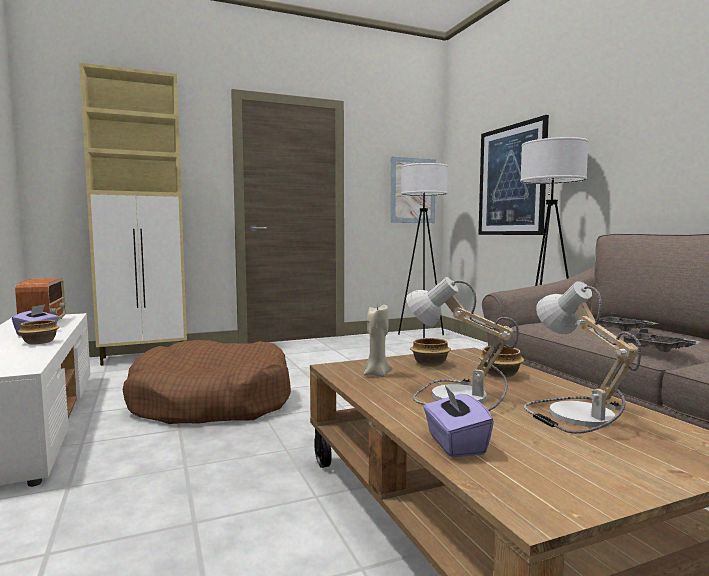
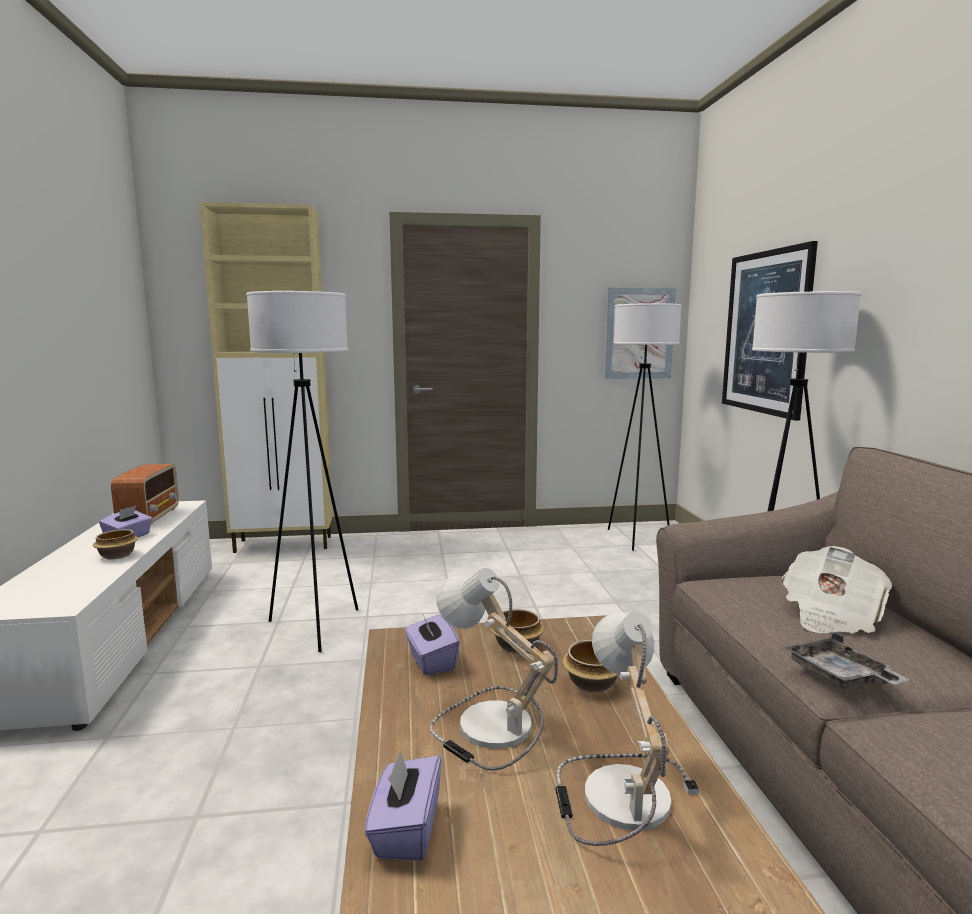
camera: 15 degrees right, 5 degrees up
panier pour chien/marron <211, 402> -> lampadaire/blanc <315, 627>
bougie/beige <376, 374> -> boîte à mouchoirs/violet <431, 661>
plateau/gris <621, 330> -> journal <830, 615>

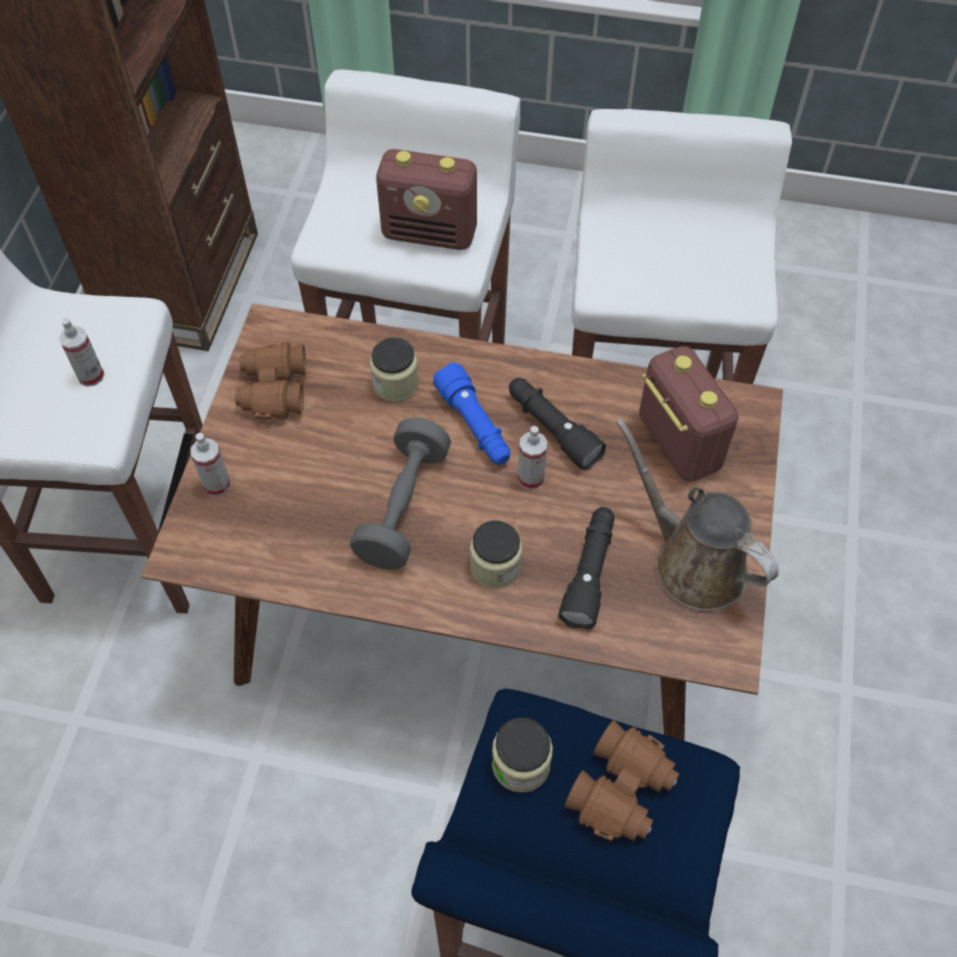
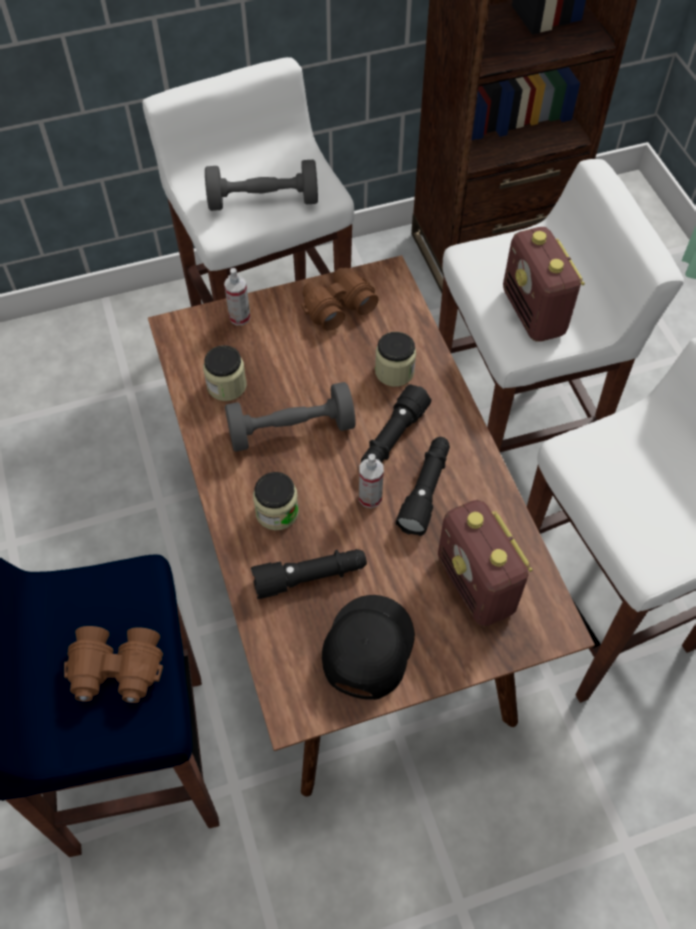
camera: 60 degrees right, 0 degrees up
bocal <521, 764> -> bocal <226, 385>, move
vaporisateur <91, 376> -> haltère/gris <263, 201>
arrosoir/marron <692, 562> -> casquette/noir <366, 647>
lampe de poche/bleu <474, 426> -> lampe de poche/noir <392, 438>
radio <677, 442> -> radio <476, 585>, 120 degrees clockwise

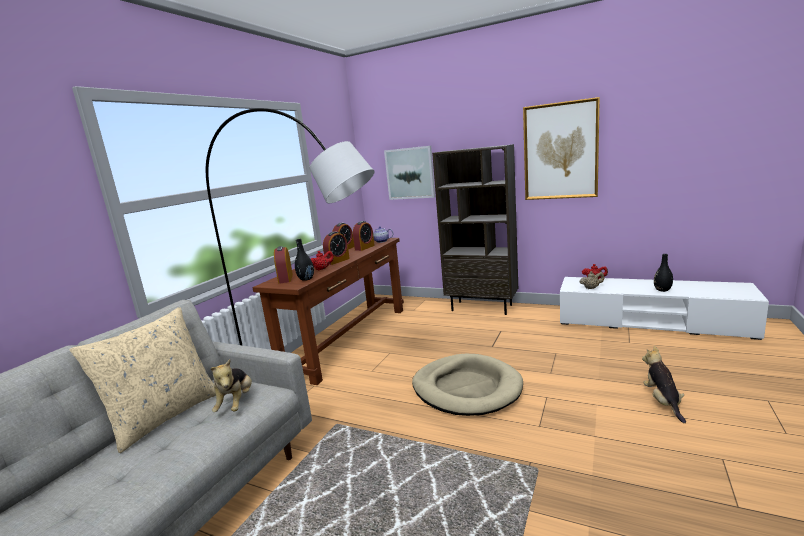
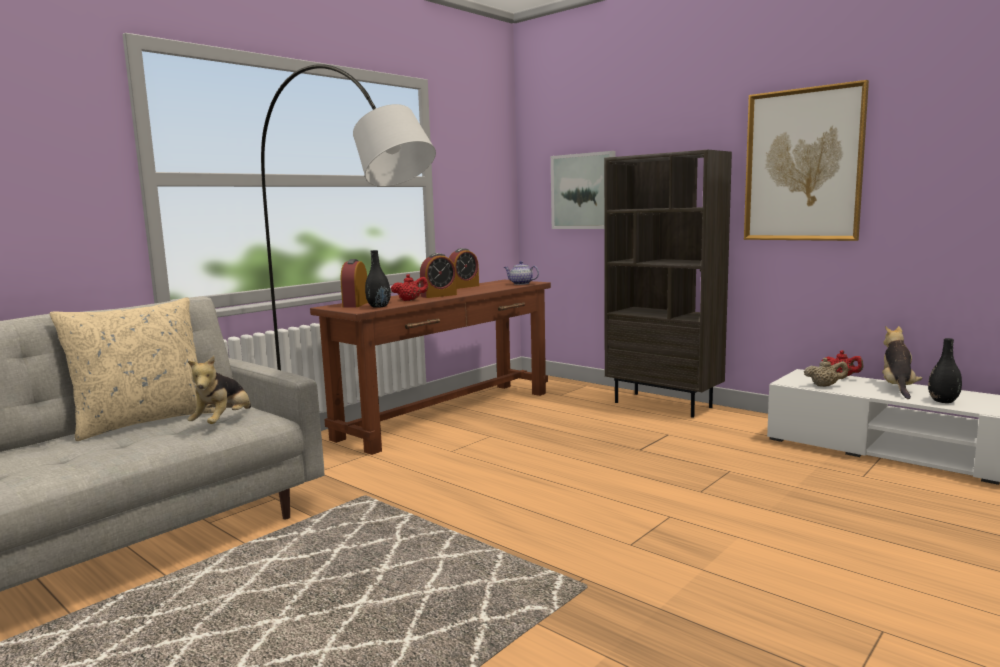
camera: 15 degrees right, 5 degrees down
peluche <663, 402> -> peluche <897, 388>, move
réveil <364, 247> -> none
panier pour chien/beige <466, 388> -> none

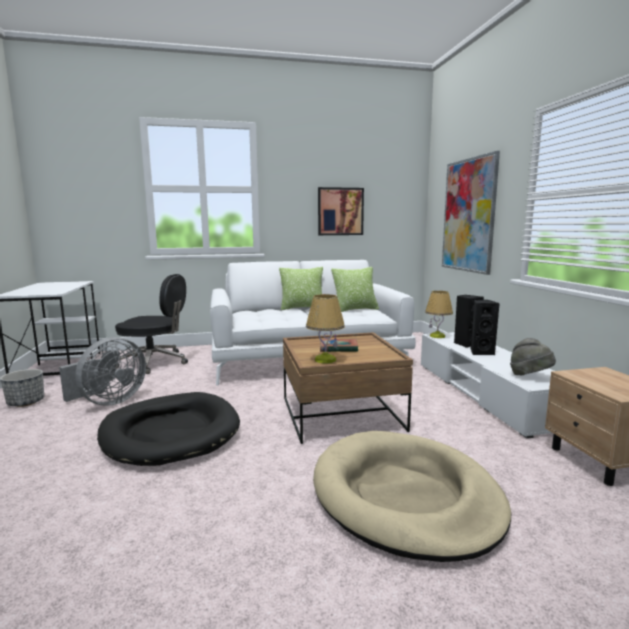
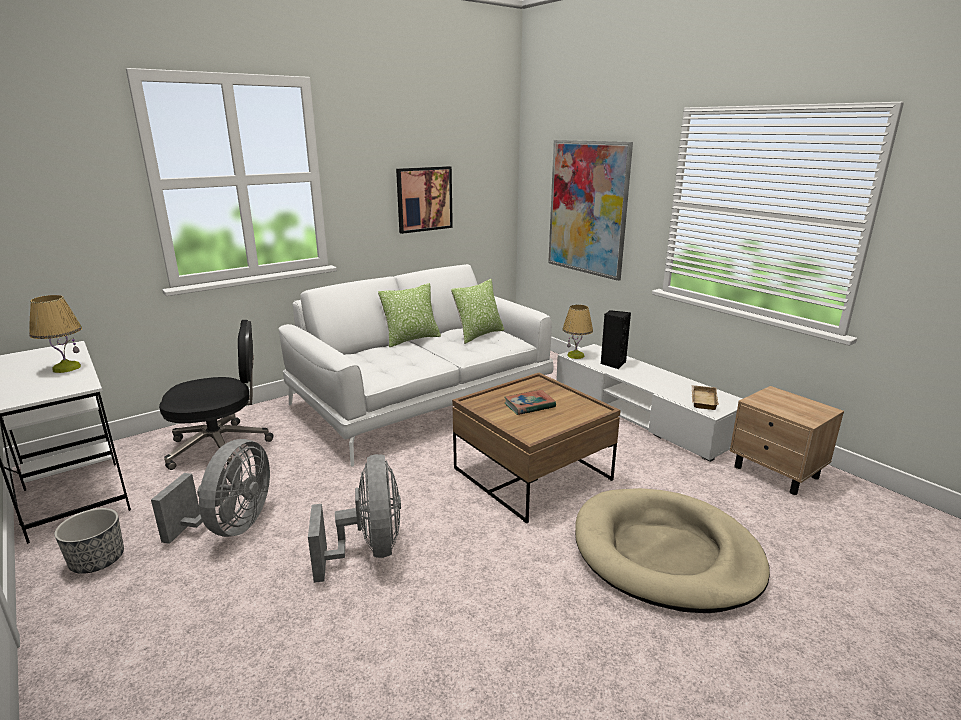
camera: 25 degrees left, 10 degrees up
lampe de table <325, 360> -> lampe de table <66, 368>, move
panier pour chien/noir <170, 433> -> ventilateur/gris <369, 549>
chapeau/gris <530, 376> -> plateau/beige <702, 400>
enceinte/noir <481, 352> -> none

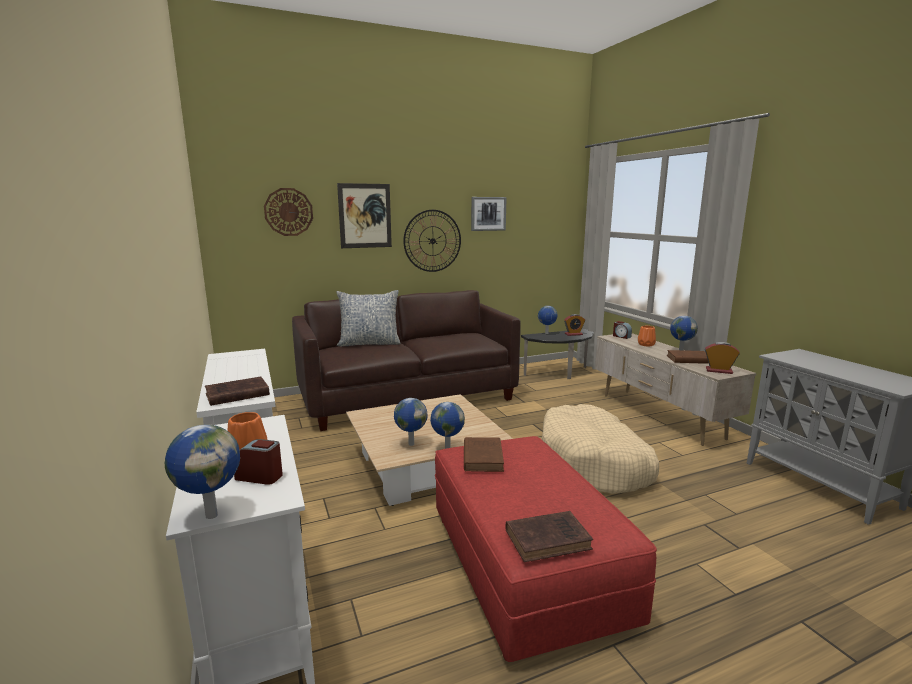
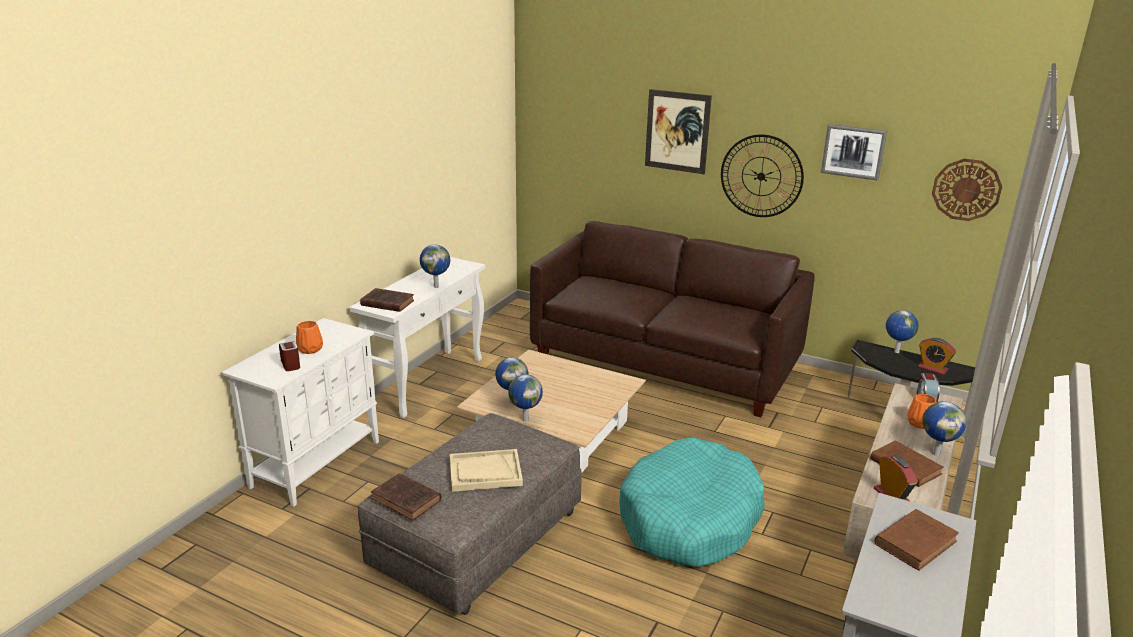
camera: 50 degrees right, 10 degrees up
pouf/rouge <524, 564> -> pouf/gris <477, 536>
globe <211, 515> -> globe <436, 286>, move
none -> plateau/beige <485, 472>
panier pour chien/beige <594, 463> -> panier pour chien/turquoise <689, 519>
livre/marron <482, 457> -> livre/marron <916, 542>, move
horloge murale <288, 212> -> horloge murale <966, 189>, move
coussin <369, 343> -> none

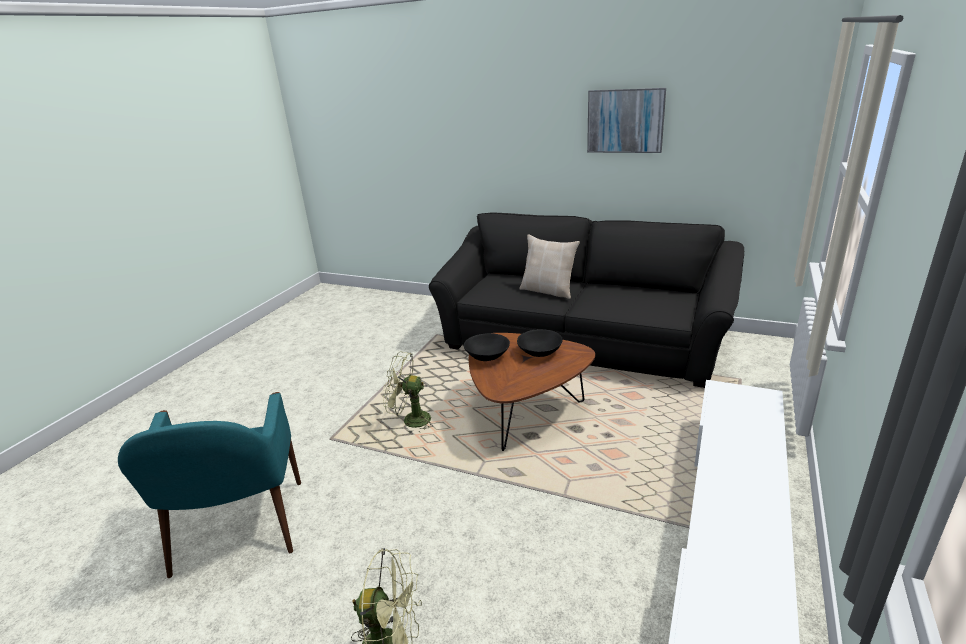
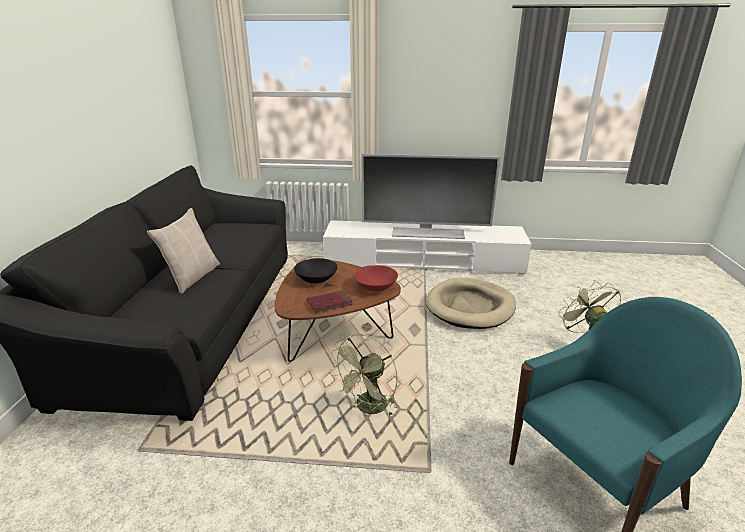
camera: 110 degrees left, 0 degrees up
bol/noir <487, 356> -> livre/rouge <329, 303>
ventilateur/vert <410, 420> -> ventilateur/vert <368, 408>, 45 degrees clockwise
none -> bol/rouge <375, 287>
none -> téléviseur <427, 232>
none -> panier pour chien/beige <470, 306>
tableau <625, 121> -> none

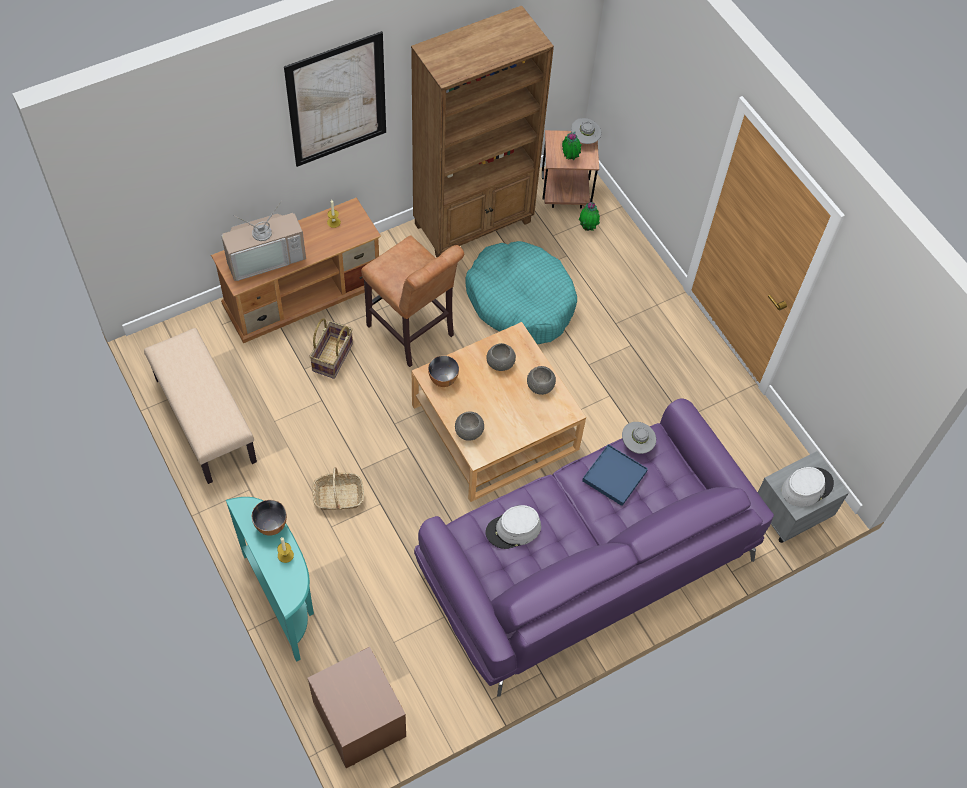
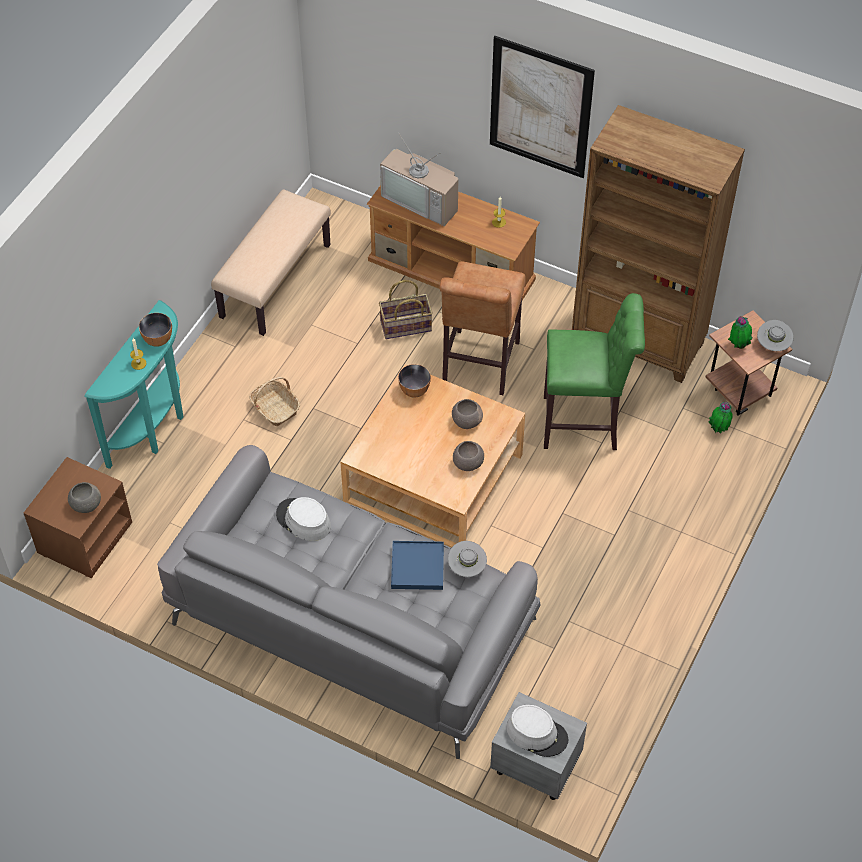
camera: 60 degrees right, 5 degrees down
bol/gris <468, 432> -> bol/gris <85, 504>, move
canapé/violet <585, 562> -> canapé/gris <351, 620>
panier pour chien/turquoise <520, 301> -> tabouret/vert <585, 424>

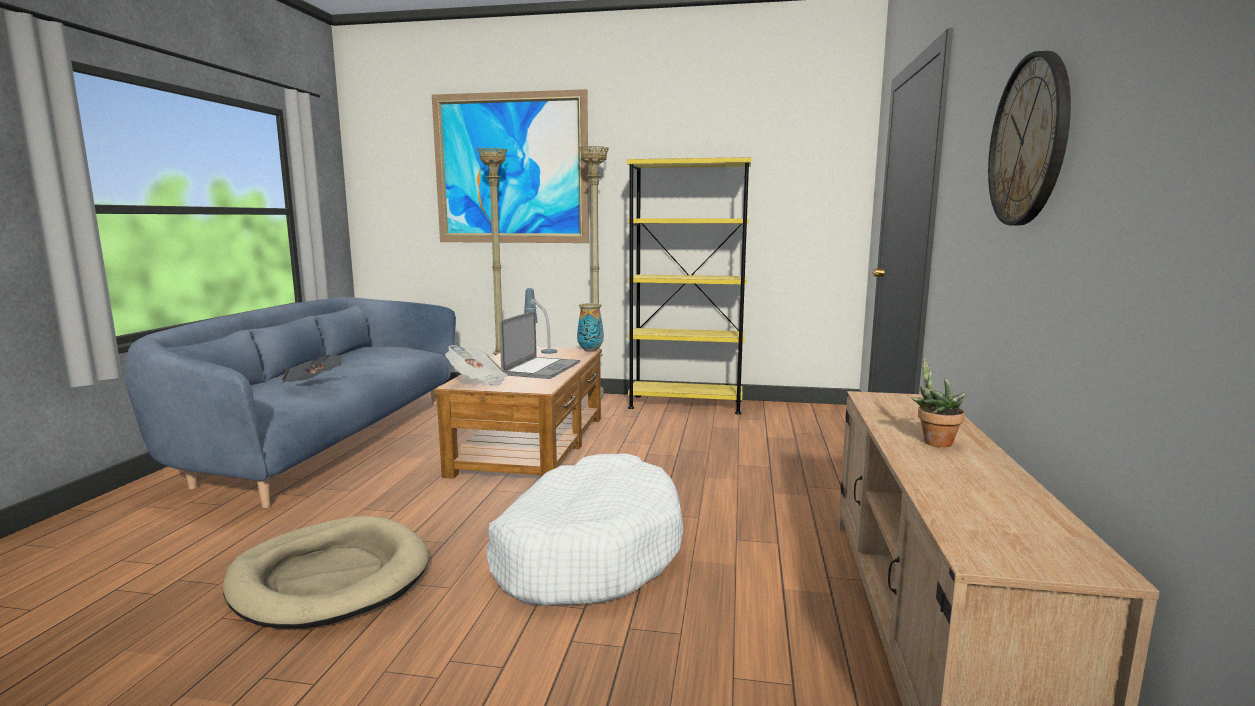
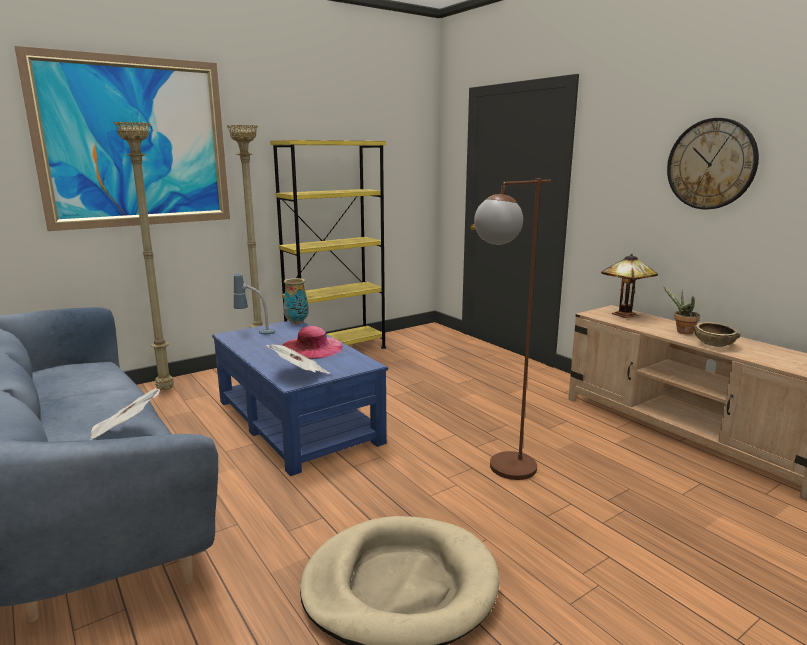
camera: 45 degrees left, 5 degrees up
table basse/marron <532, 444> -> table basse/bleu <297, 420>
ordinateur portable <542, 368> -> chapeau/rose <311, 348>
panier pour chien/blanc <587, 551> -> lampadaire/marron <502, 473>
none -> lampe de table <624, 315>
none -> bol/marron <713, 344>

